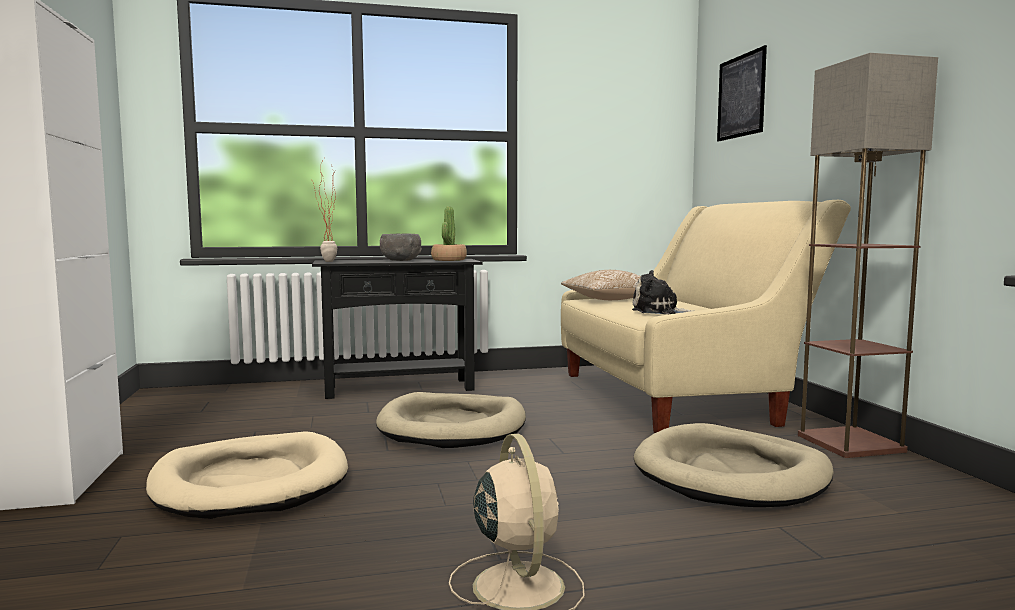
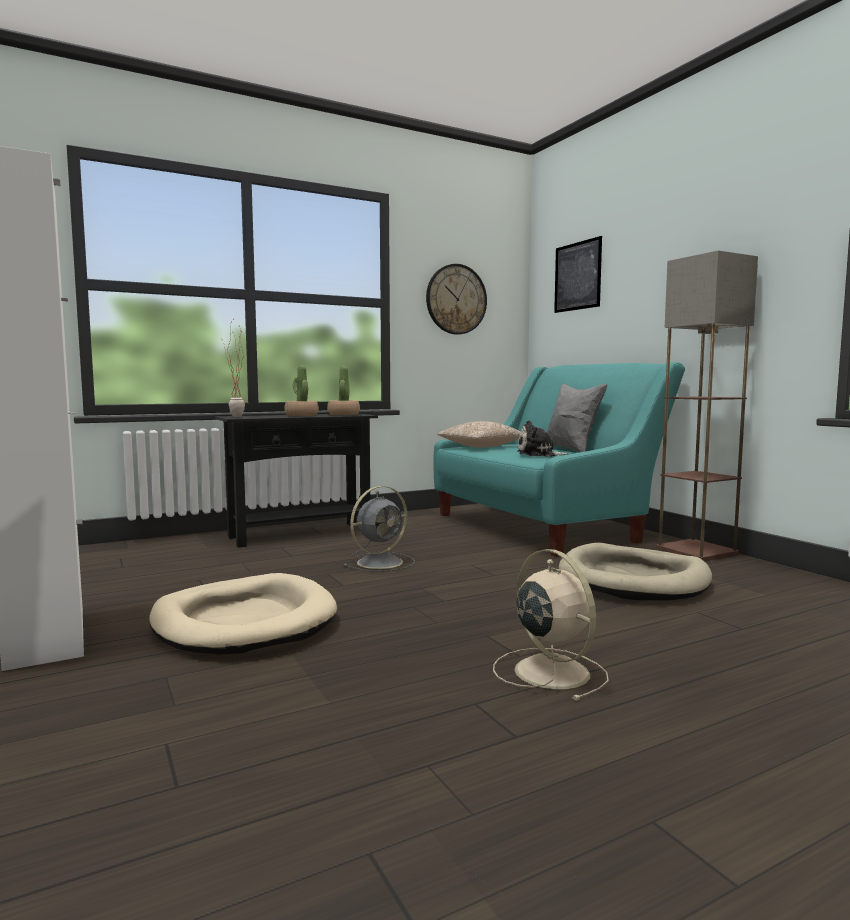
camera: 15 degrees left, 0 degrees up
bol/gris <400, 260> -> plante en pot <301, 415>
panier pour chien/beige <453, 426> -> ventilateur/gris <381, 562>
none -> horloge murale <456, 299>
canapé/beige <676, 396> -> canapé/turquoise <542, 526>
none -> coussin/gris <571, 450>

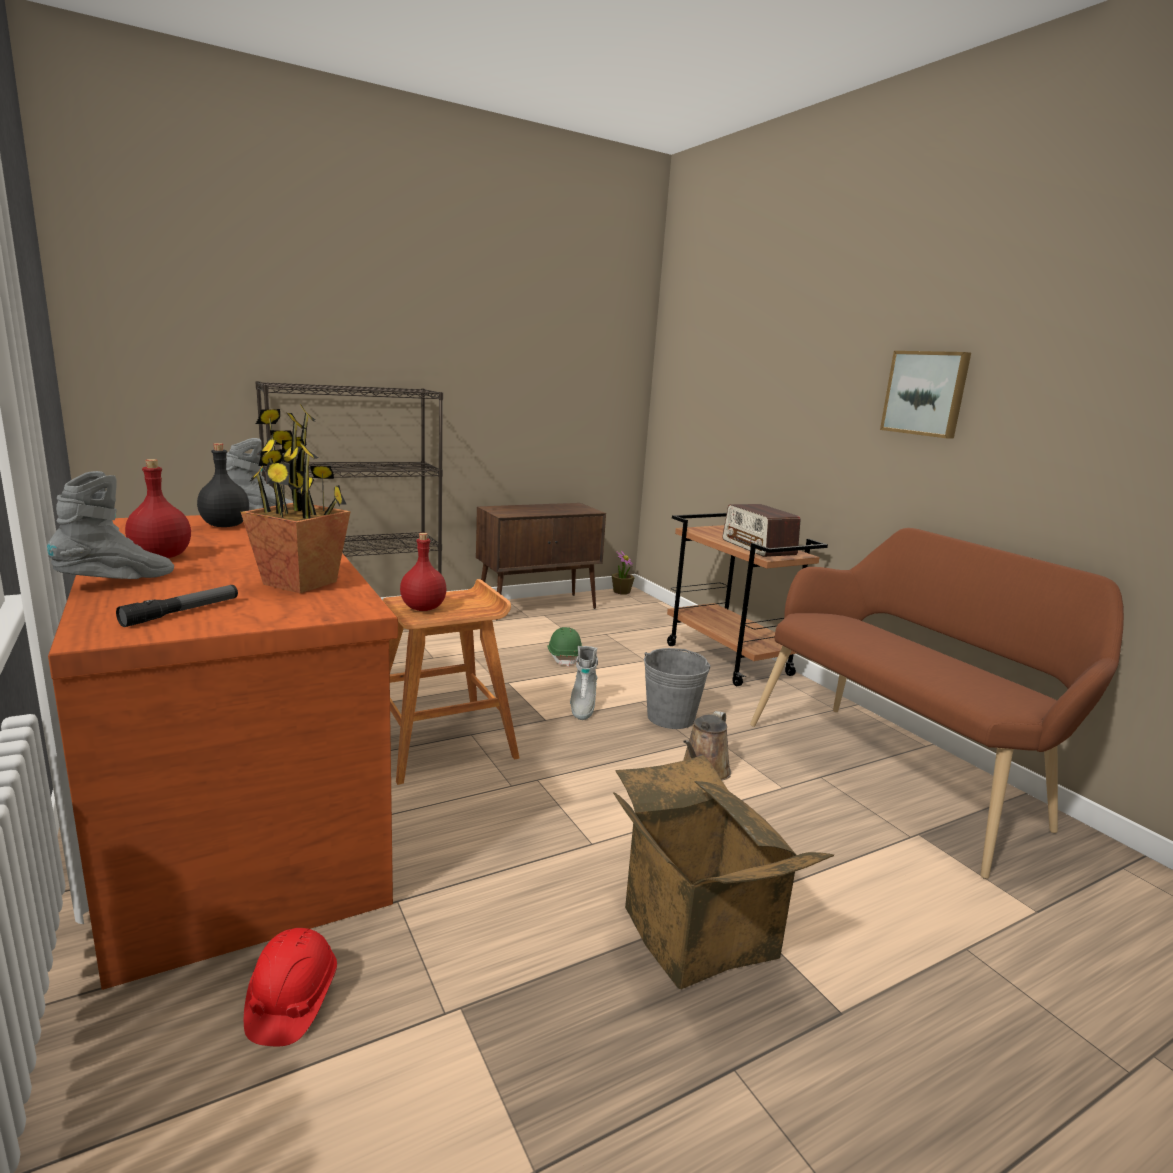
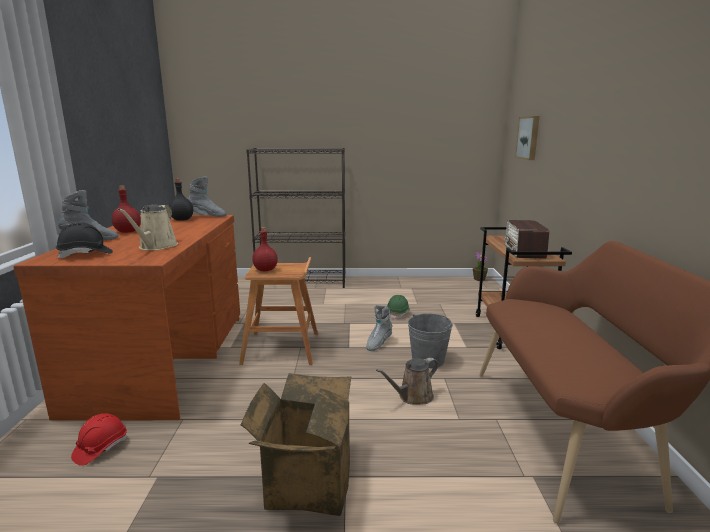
camera: 30 degrees right, 0 degrees up
lampe de poche <182, 612> -> casque de chantier/noir <86, 255>
plante en pot <301, 583> -> arrosoir/beige <156, 247>
tableau <926, 393> -> tableau <529, 138>, move
meuble de rangement/marron <538, 606> -> none

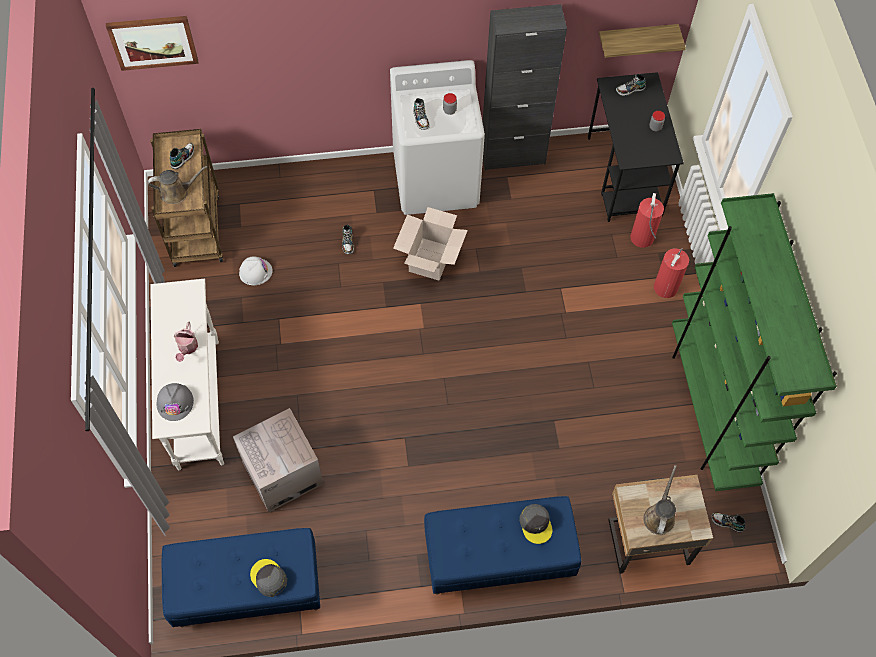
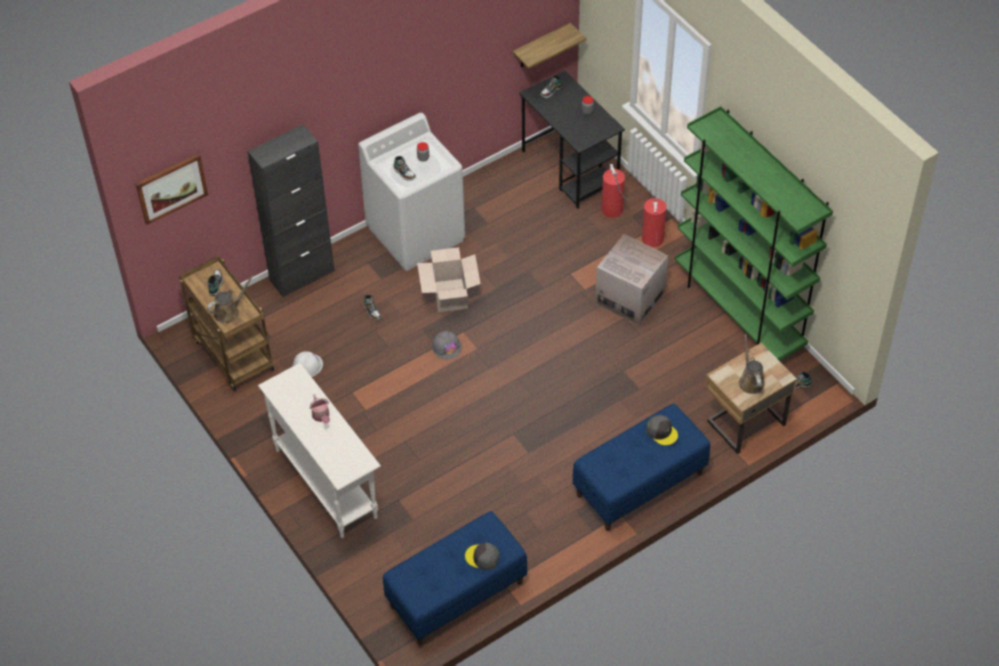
camera: 25 degrees left, 10 degrees down
meuble de rangement/noir <513, 156> -> meuble de rangement/noir <302, 275>, move
casque de chantier/gris <175, 402> -> casque de chantier/gris <446, 347>, move
carton <282, 473> -> carton <630, 297>, move

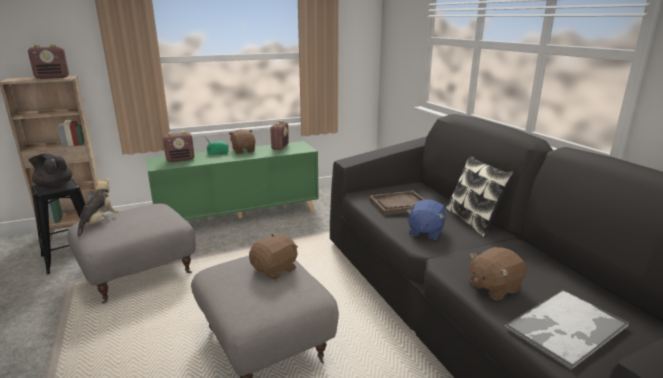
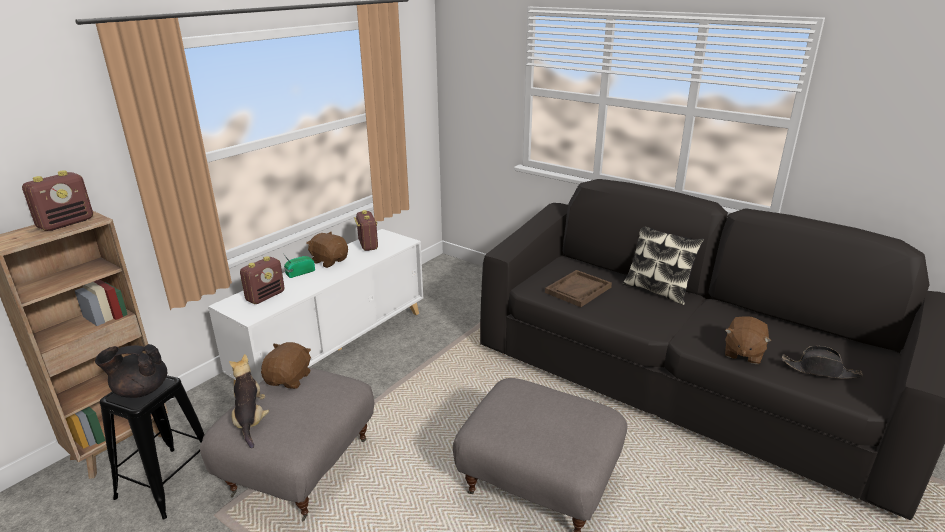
camera: 30 degrees left, 5 degrees up
meuble de rangement/vert <239, 215> -> meuble de rangement/blanc <335, 346>
peluche/marron <275, 270> -> peluche/marron <289, 379>, move
plateau <565, 328> -> chapeau/noir <820, 370>
peluche/bleu <425, 232> -> none

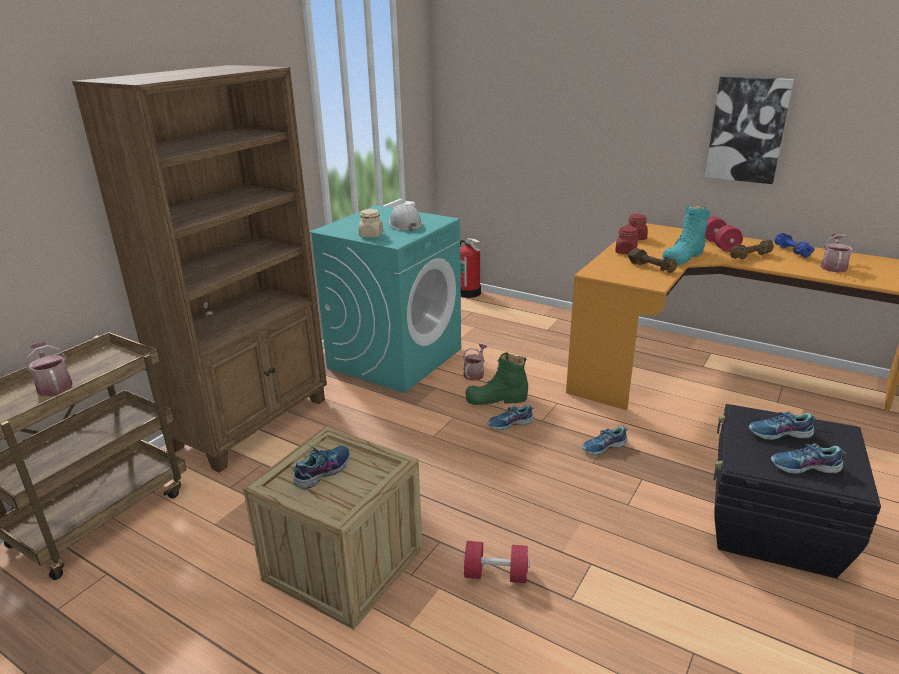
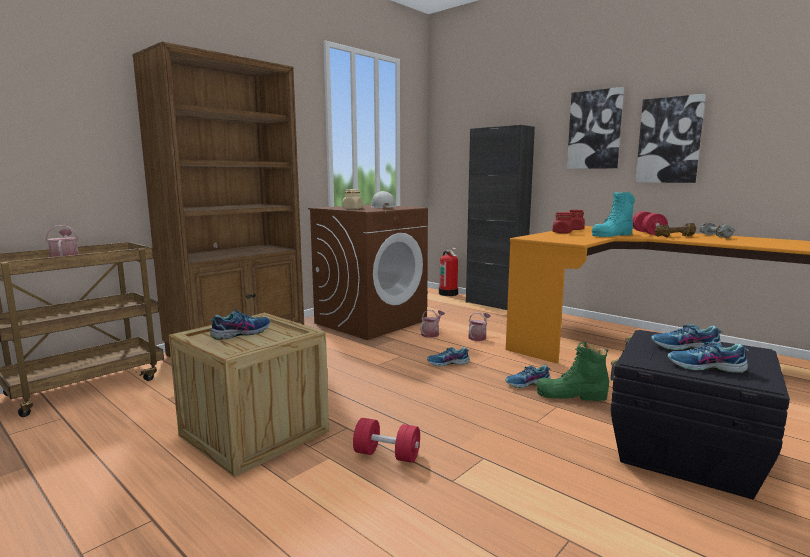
camera: 10 degrees right, 15 degrees down
lave-linge/turquoise <395, 358> -> lave-linge/marron <371, 321>
none -> meuble de rangement/noir <495, 304>
arrosoir <833, 266> -> arrosoir <478, 337>, move
botte/vert <496, 399> -> botte/vert <571, 395>, move
none -> tableau <595, 130>
haltère/bleu <791, 252> -> haltère/gris <715, 236>
haltère/marron <652, 268> -> none

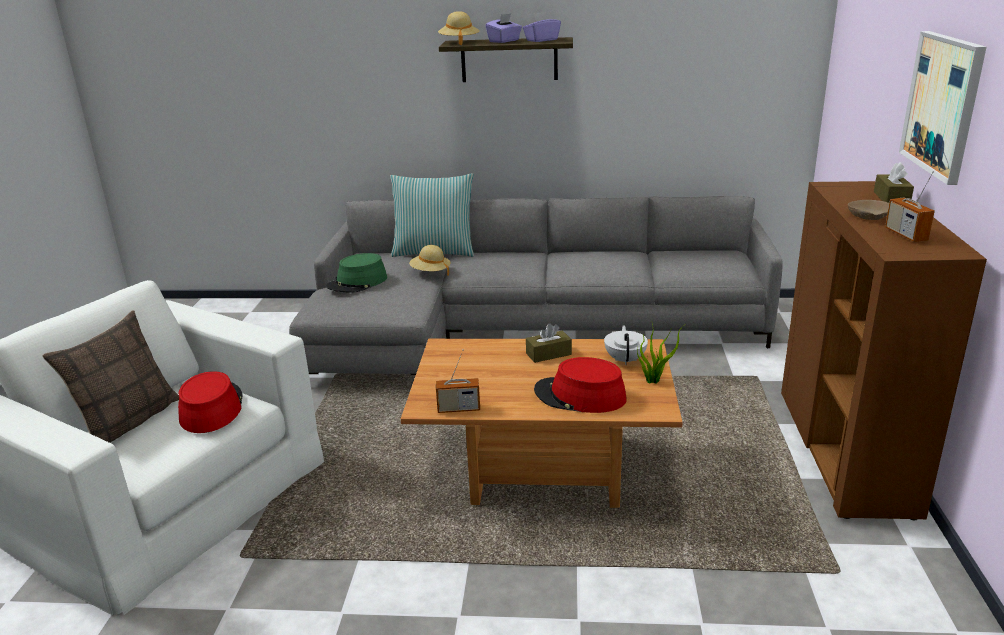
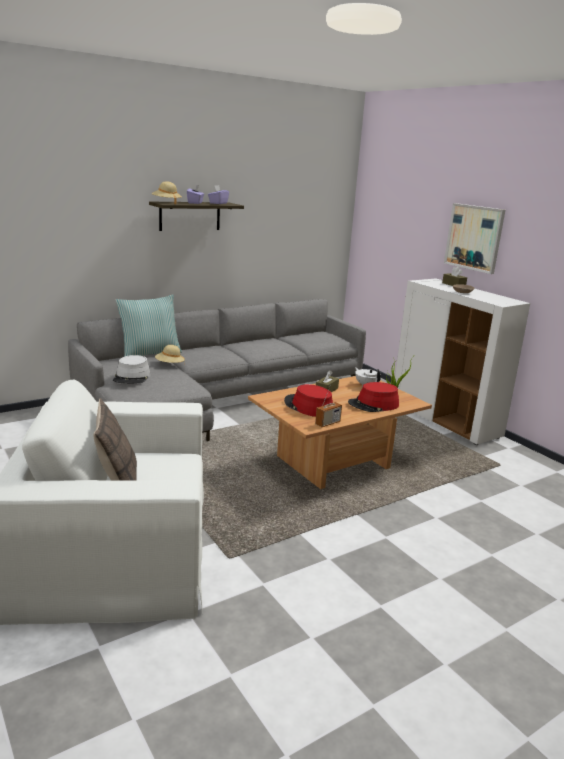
camera: 40 degrees left, 5 degrees down
chapeau/vert <357, 282> -> chapeau/gris <132, 377>
chapeau/rouge <211, 408> -> chapeau/rouge <308, 407>, move
meuble de rangement/marron <845, 453> -> meuble de rangement/blanc <445, 420>
radio <905, 235> -> none

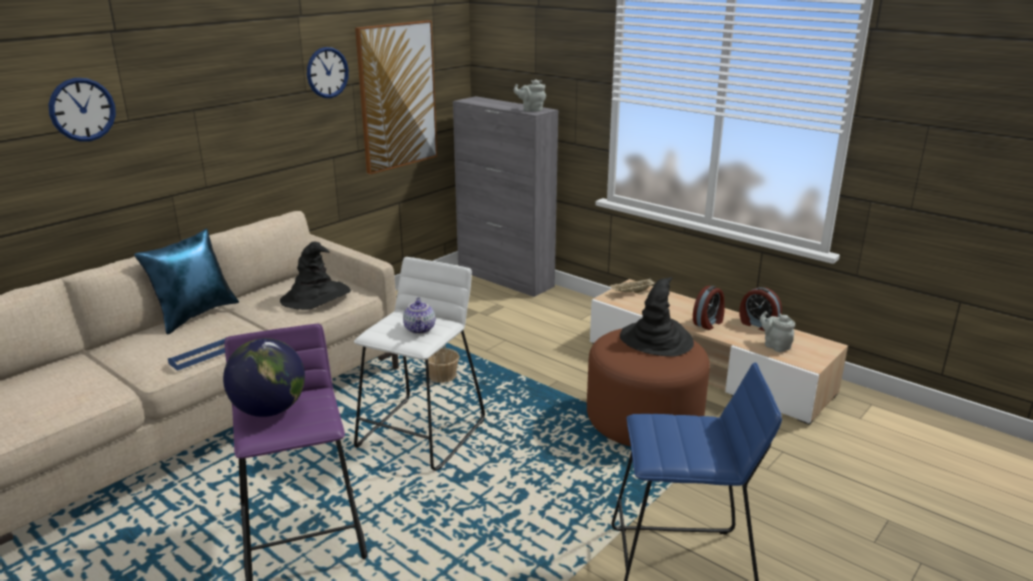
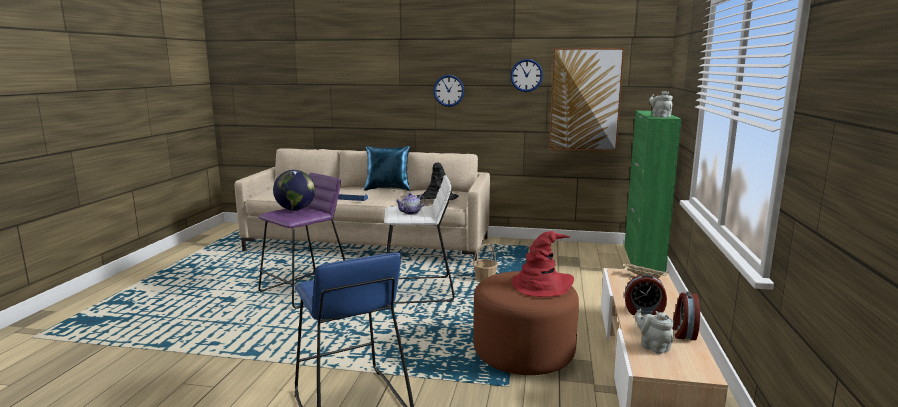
camera: 60 degrees right, 10 degrees down
horloge murale <82, 109> -> horloge murale <449, 90>, move
chapeau/noir <656, 340> -> chapeau/rouge <542, 285>
meuble de rangement/gris <505, 278> -> meuble de rangement/vert <643, 261>
théière/gris <775, 346> -> théière/gris <653, 347>, 60 degrees counterclockwise

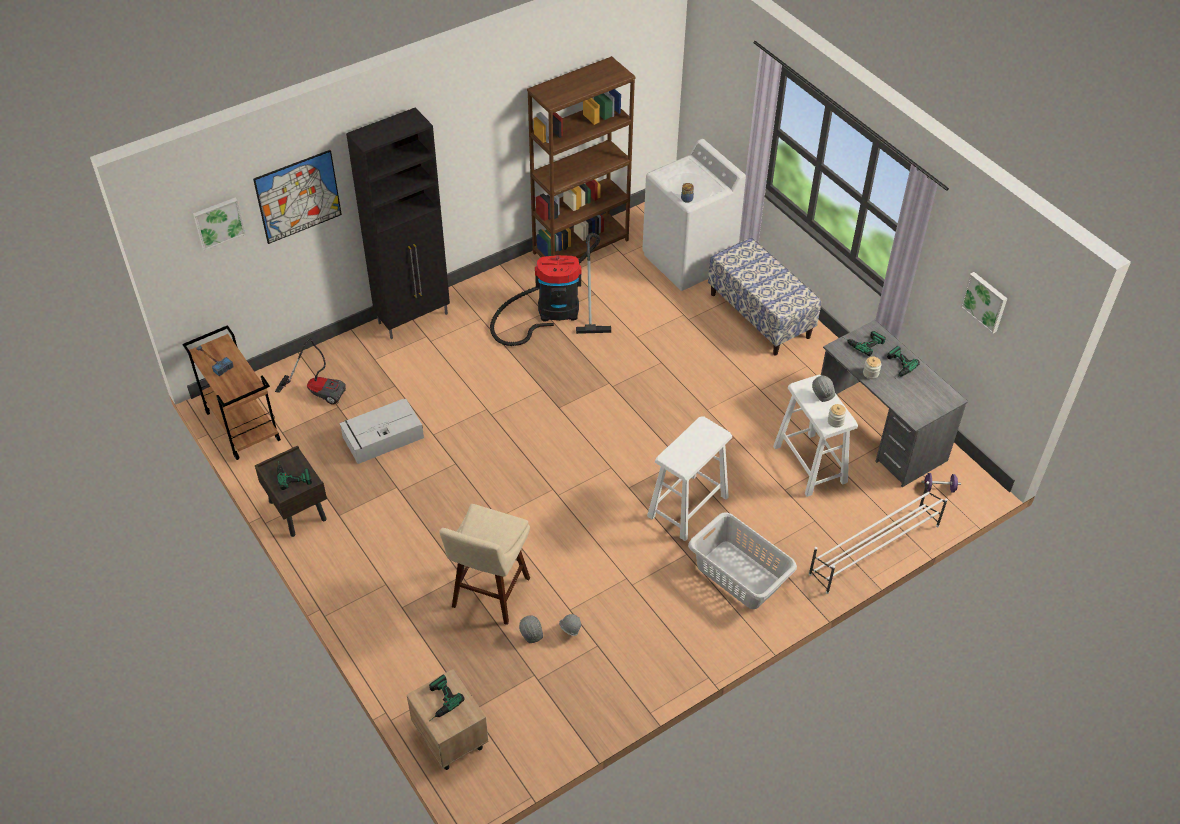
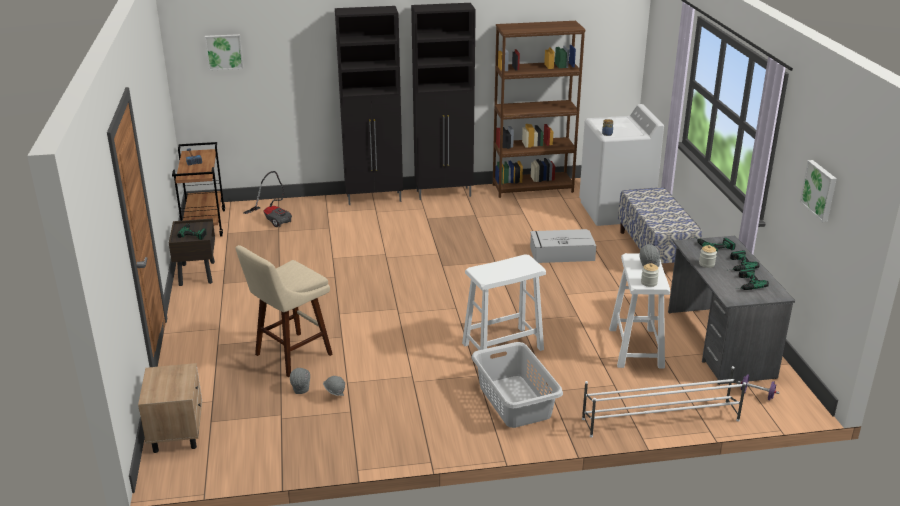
camera: 25 degrees right, 20 degrees down
none -> meuble de rangement/noir <444, 194>
boîte de rangement/gris <382, 438> -> boîte de rangement/gris <561, 254>, move
perceuse <438, 701> -> perceuse <744, 283>, move
tableau <298, 196> -> none
aspirateur <553, 311> -> none

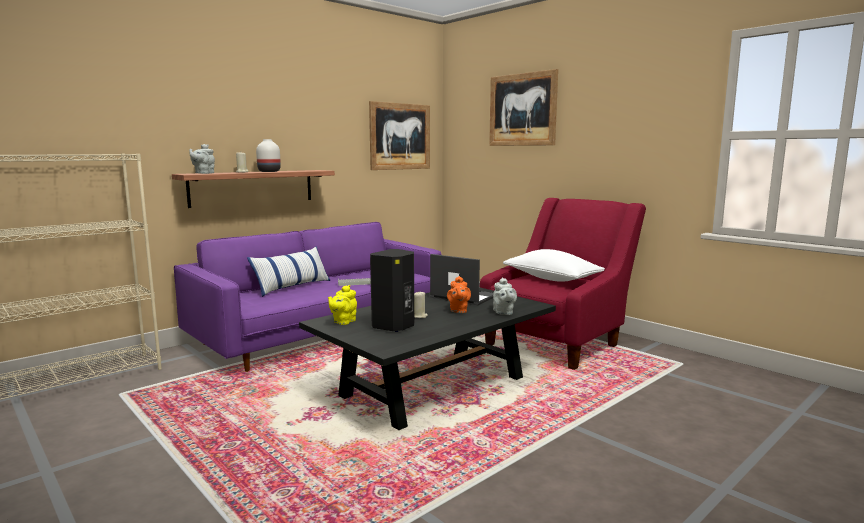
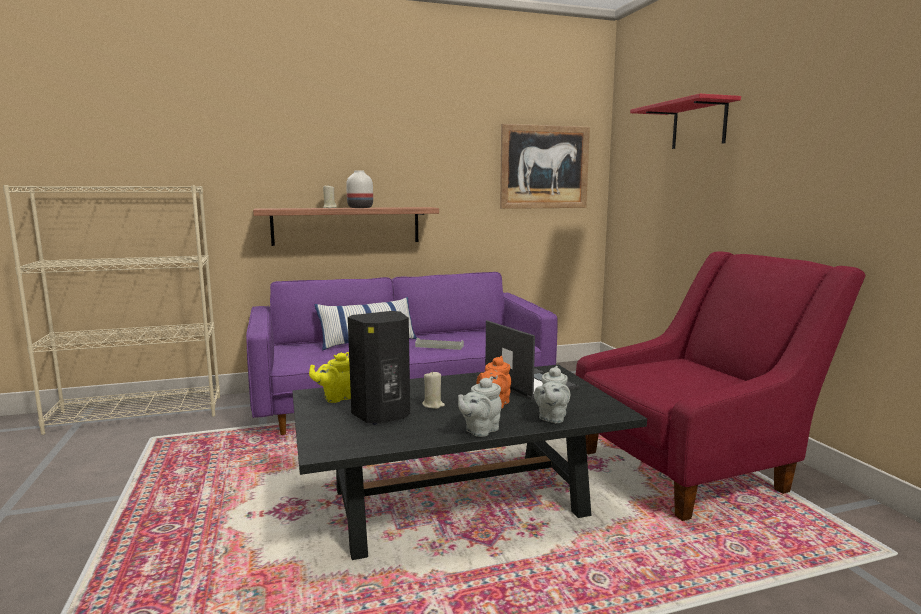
camera: 25 degrees right, 0 degrees up
théière/gris <203, 173> -> théière/gris <480, 430>, move
tableau <522, 110> -> étagère/rouge <699, 125>
coussin/blanc <551, 279> -> none

